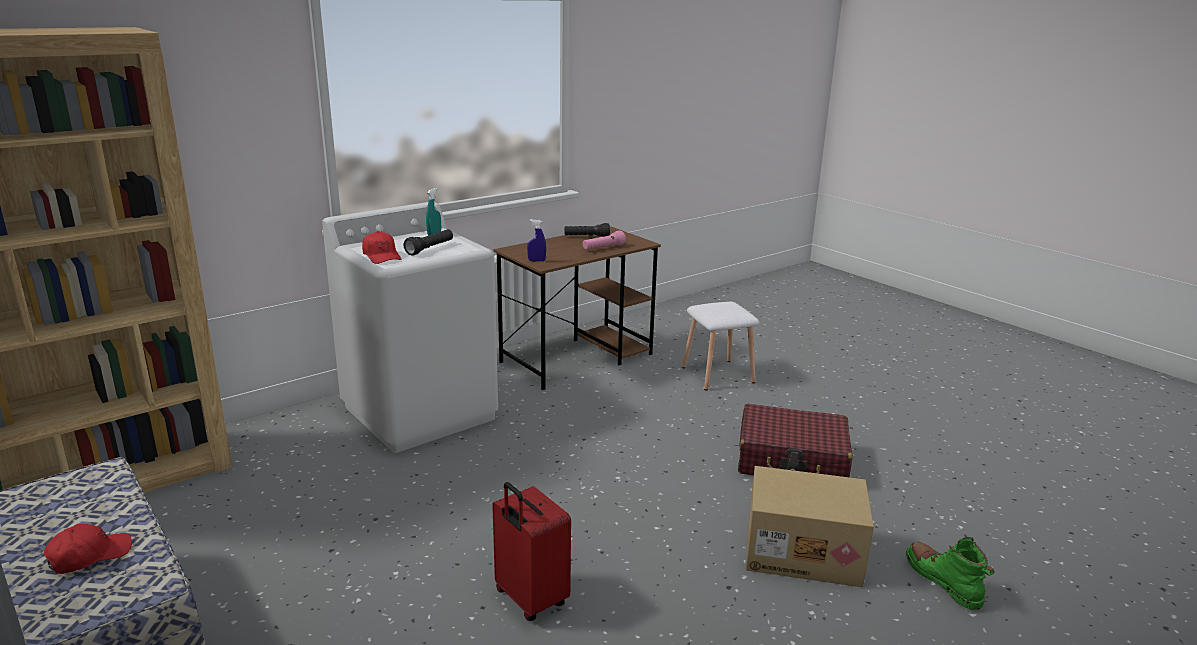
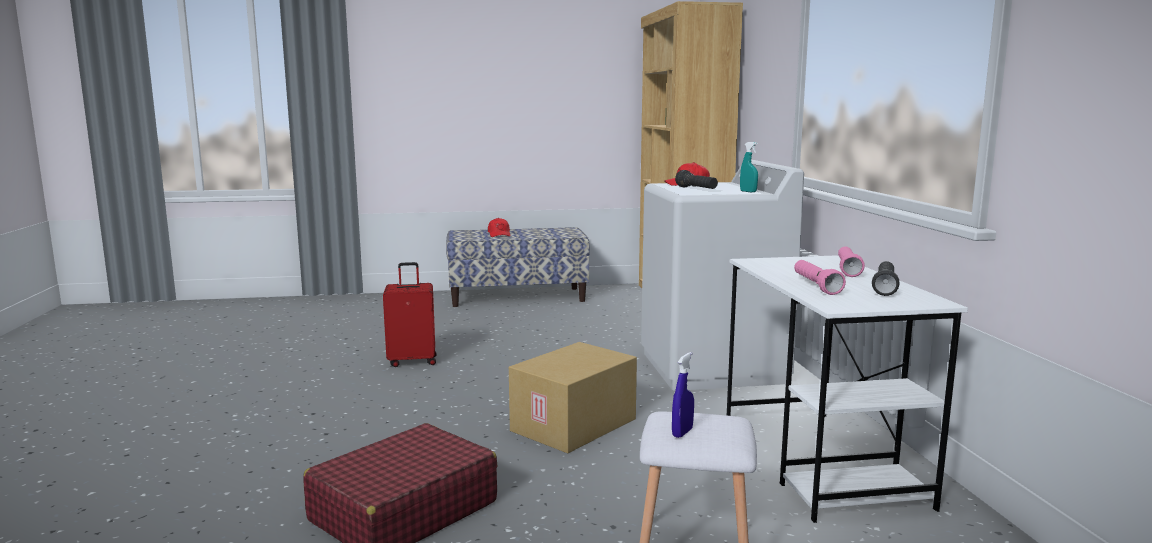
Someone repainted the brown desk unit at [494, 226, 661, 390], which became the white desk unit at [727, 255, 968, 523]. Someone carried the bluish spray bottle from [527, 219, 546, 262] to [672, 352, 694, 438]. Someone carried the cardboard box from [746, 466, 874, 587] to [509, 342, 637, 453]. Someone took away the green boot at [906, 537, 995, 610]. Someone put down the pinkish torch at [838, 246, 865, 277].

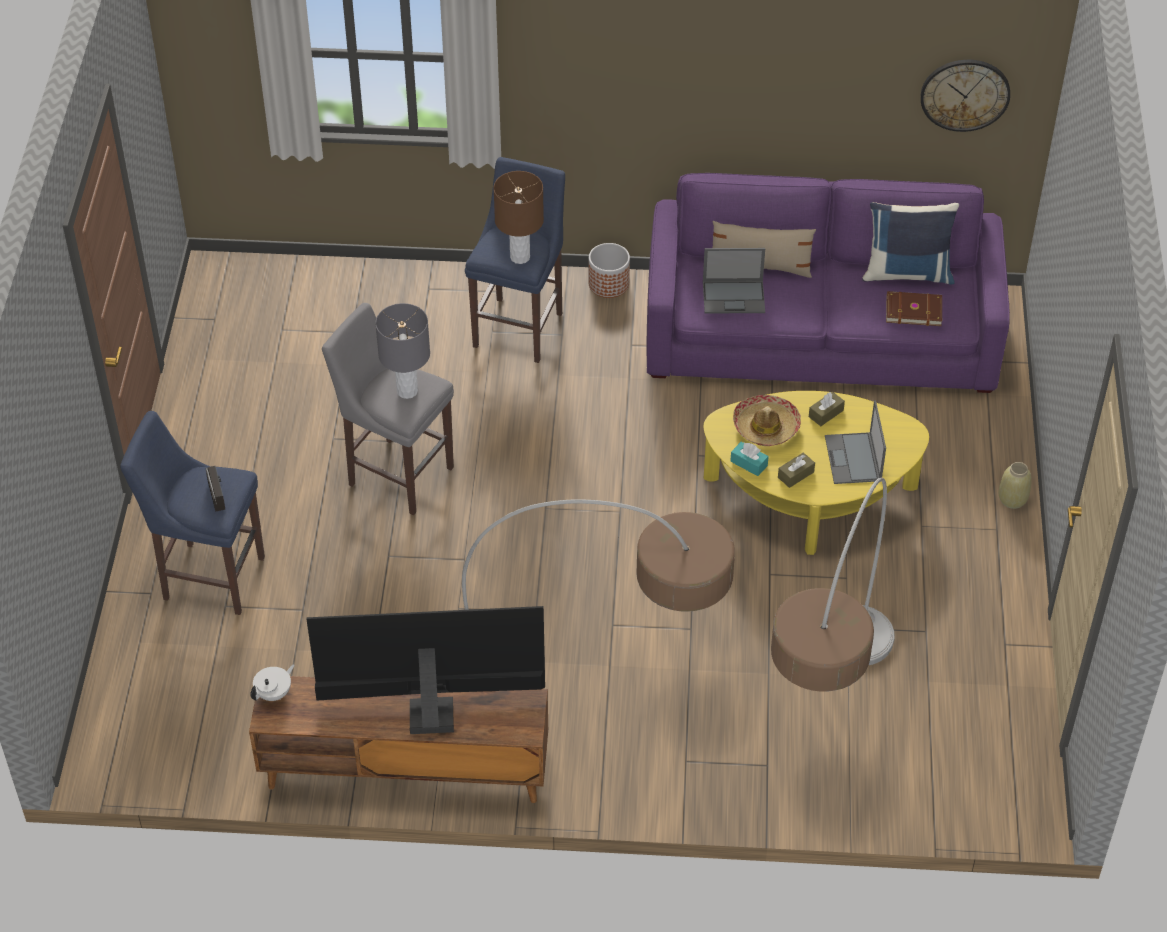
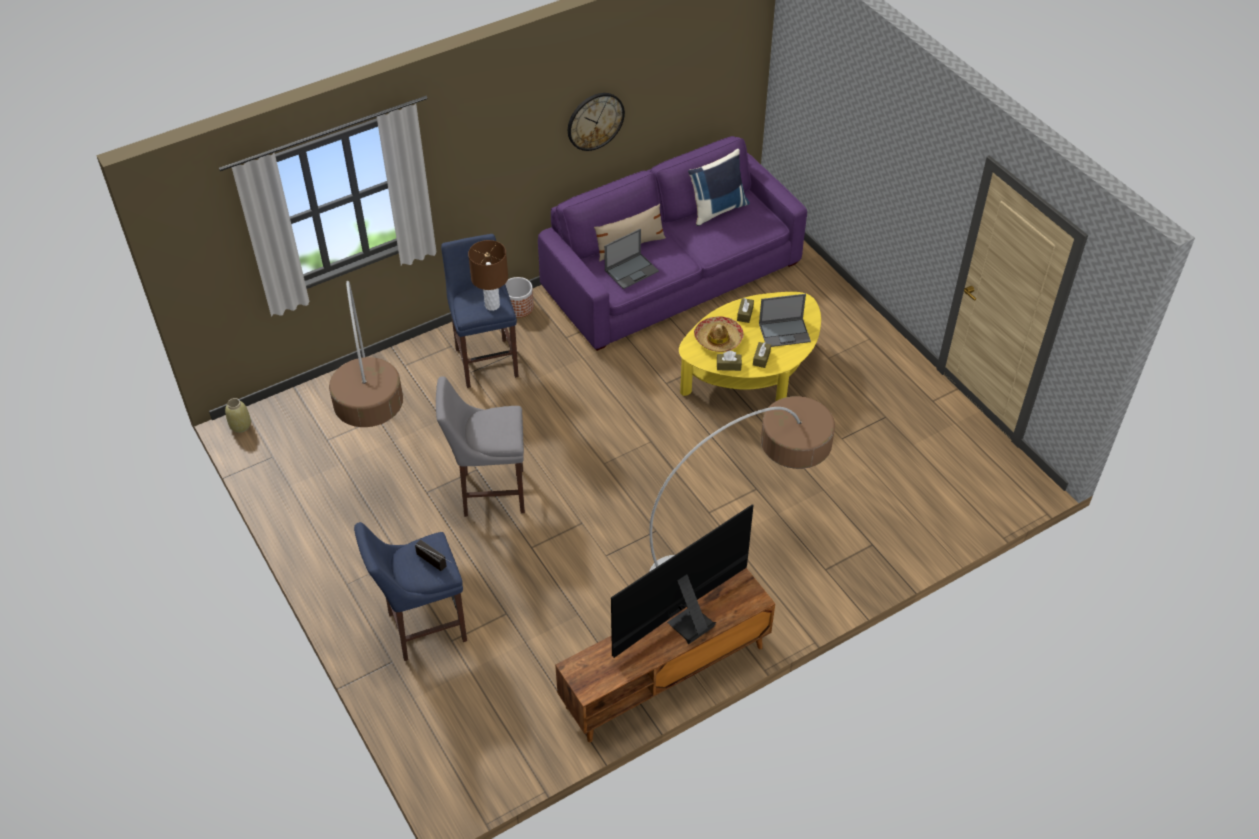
Someone took away the white teapot at [250, 665, 295, 701]. Someone took away the grey table lamp at [375, 303, 430, 399]. Someone repainted the turquoise-coloured tissue holder at [730, 442, 769, 476], which became the brown tissue holder at [717, 351, 742, 371]. Someone carried the floor lamp from [771, 478, 895, 692] to [329, 281, 403, 427]. Someone rotated the laptop at [825, 400, 886, 484] by 60 degrees counterclockwise. Someone took away the brown volume at [886, 291, 942, 326]. Someone carried the clock on the wall from [921, 60, 1010, 132] to [568, 93, 625, 151]. Someone carried the beige vase from [999, 462, 1032, 509] to [225, 398, 251, 433].

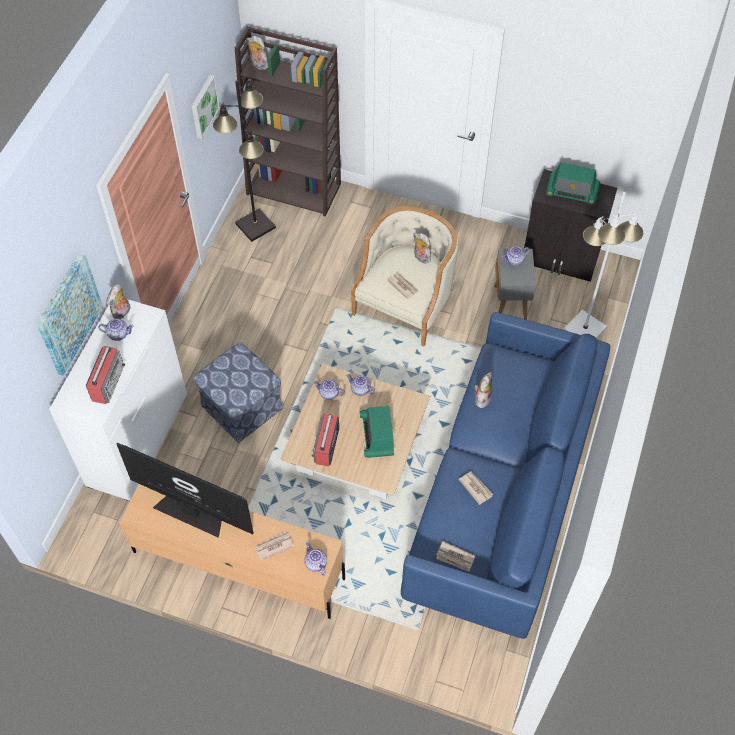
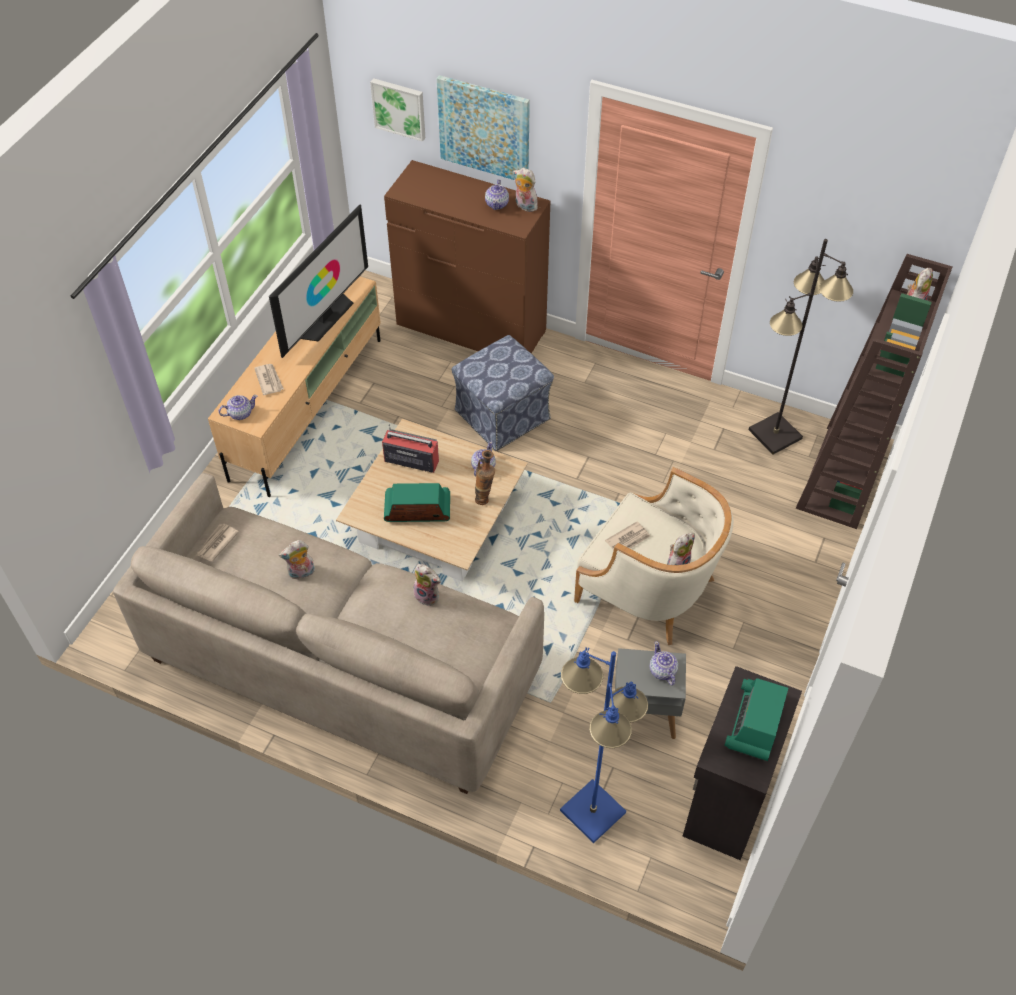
Someone repainted the white dresser at [49, 299, 187, 501], which became the brown dresser at [384, 160, 550, 354]. Someone took away the radio at [86, 346, 125, 404]. Someone carried the wall art from [192, 75, 220, 139] to [370, 78, 425, 142]. Someone swapped the teapot at [346, 374, 375, 396] for the vase at [475, 450, 495, 505]. Someone repainted the bluish couch at [401, 312, 610, 639], which became the beige couch at [113, 473, 544, 794]. Someone swapped the printed paper at [459, 471, 493, 505] for the plush toy at [279, 540, 315, 580]. Someone repainted the white floor lamp at [564, 192, 644, 339], which became the bluish floor lamp at [560, 647, 648, 843].

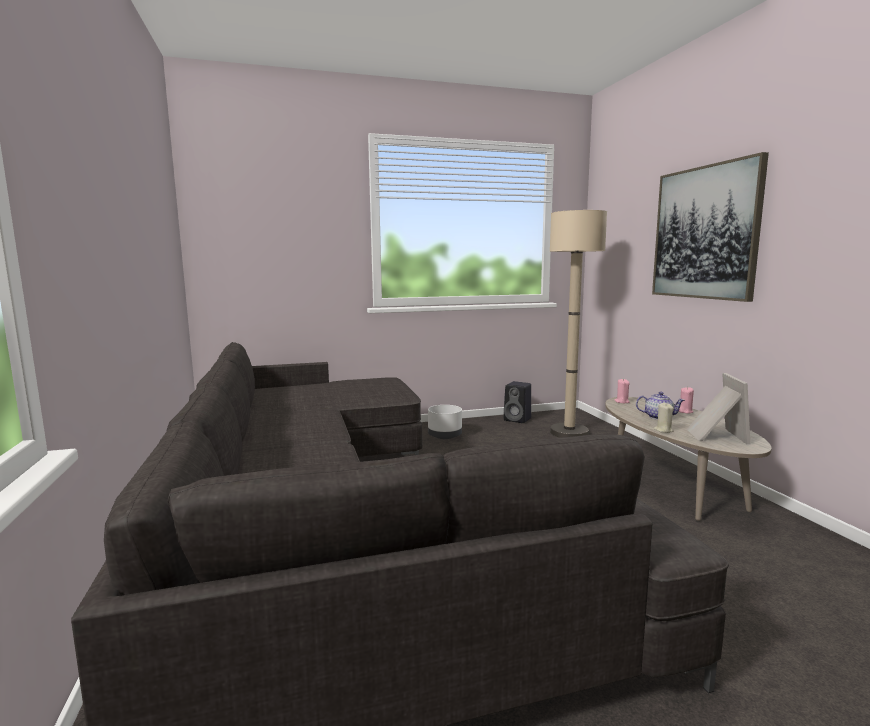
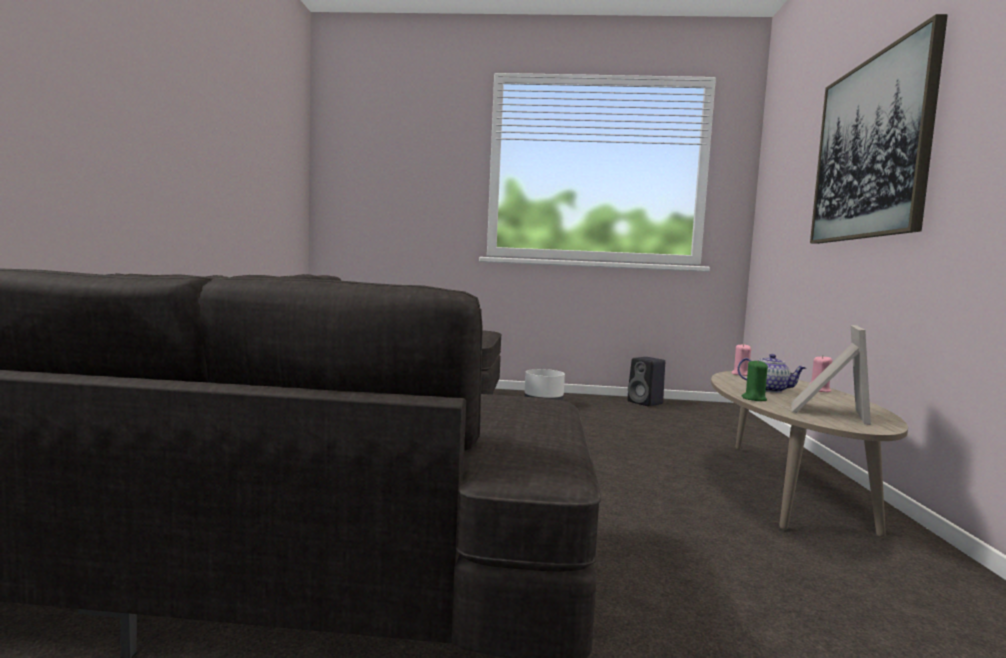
Someone took away the beige floor lamp at [550, 210, 607, 438]. Someone repainted the beige wax candle at [654, 403, 674, 433], which became the green wax candle at [742, 360, 768, 401].

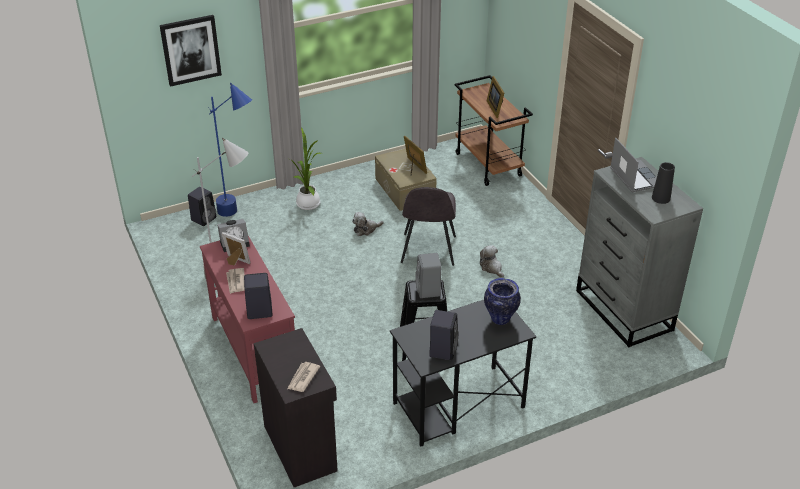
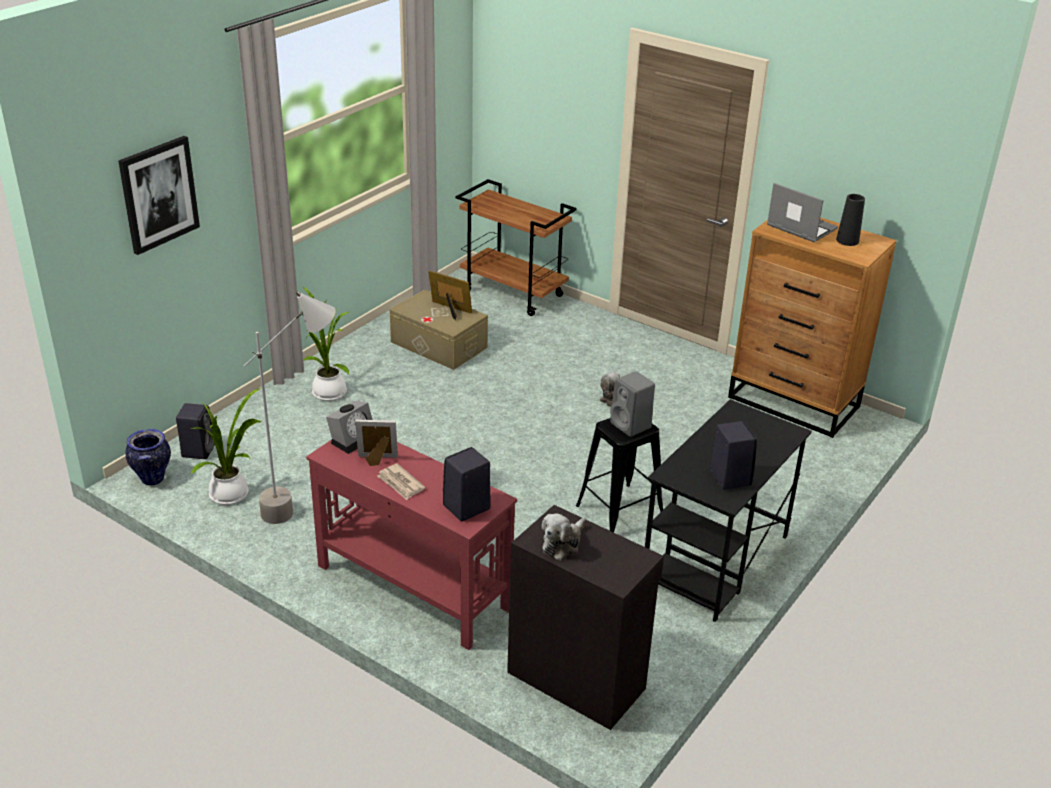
Someone took away the bluish floor lamp at [208, 83, 252, 217]. Someone took away the printed paper at [287, 362, 320, 392]. Someone carried the plush toy from [352, 212, 384, 236] to [541, 514, 586, 561]. Someone took away the grey upright chair at [401, 187, 456, 266]. Someone carried the vase from [484, 278, 521, 325] to [125, 429, 171, 485]. Someone took away the picture frame at [486, 76, 504, 118]. Someone repainted the grey dresser at [576, 157, 703, 348], which became the brown dresser at [728, 218, 896, 438]. Someone put down the plant in a pot at [190, 388, 261, 505].

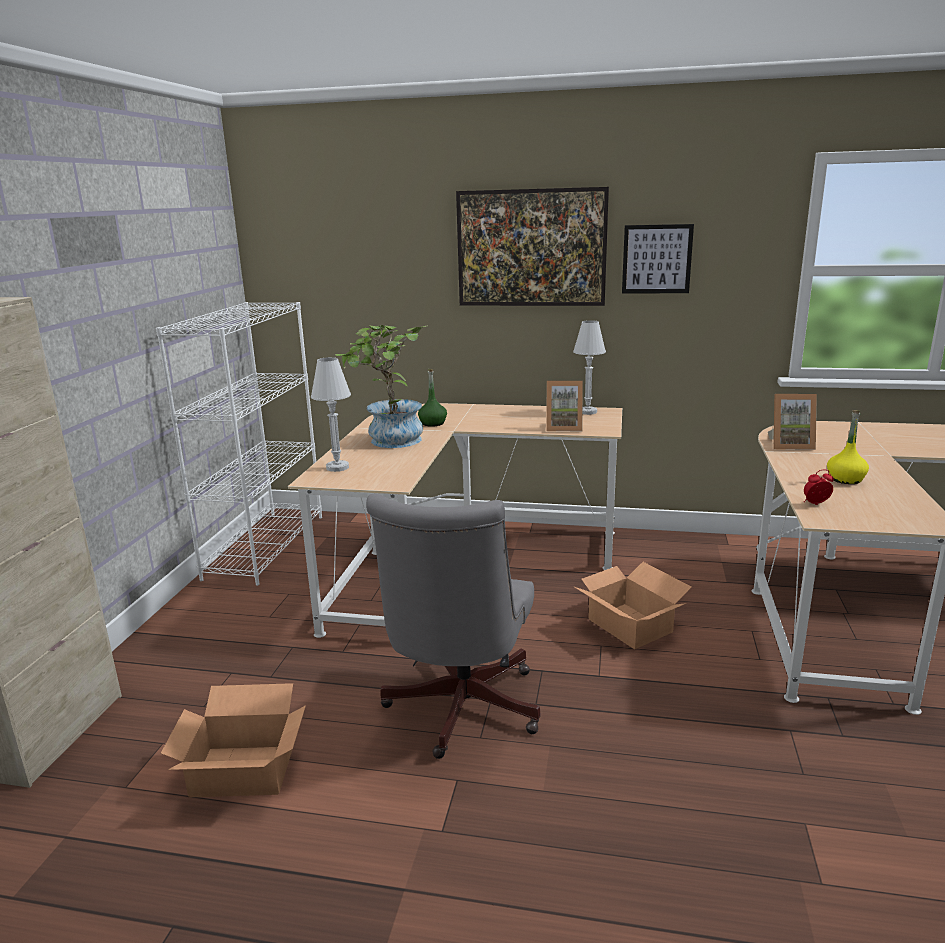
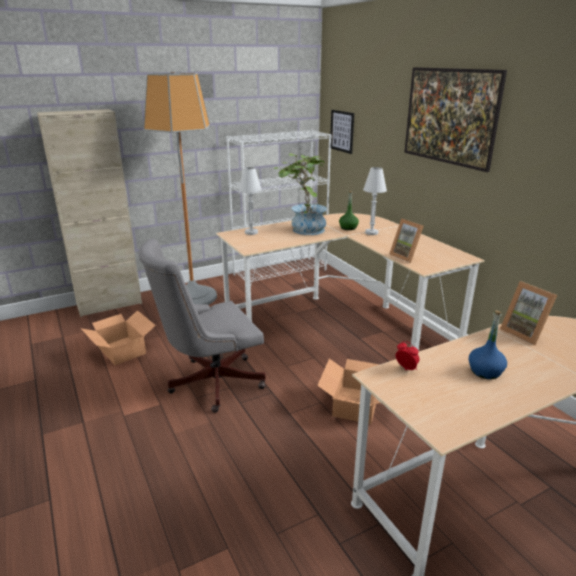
Someone carried the white table lamp from [573, 320, 606, 415] to [363, 167, 387, 235]. Someone carried the wall art from [622, 224, 694, 293] to [331, 110, 354, 154]. Someone repainted the yellow beverage bottle at [827, 410, 869, 484], which became the bluish beverage bottle at [469, 310, 507, 379]. Someone put down the floor lamp at [143, 72, 217, 305].

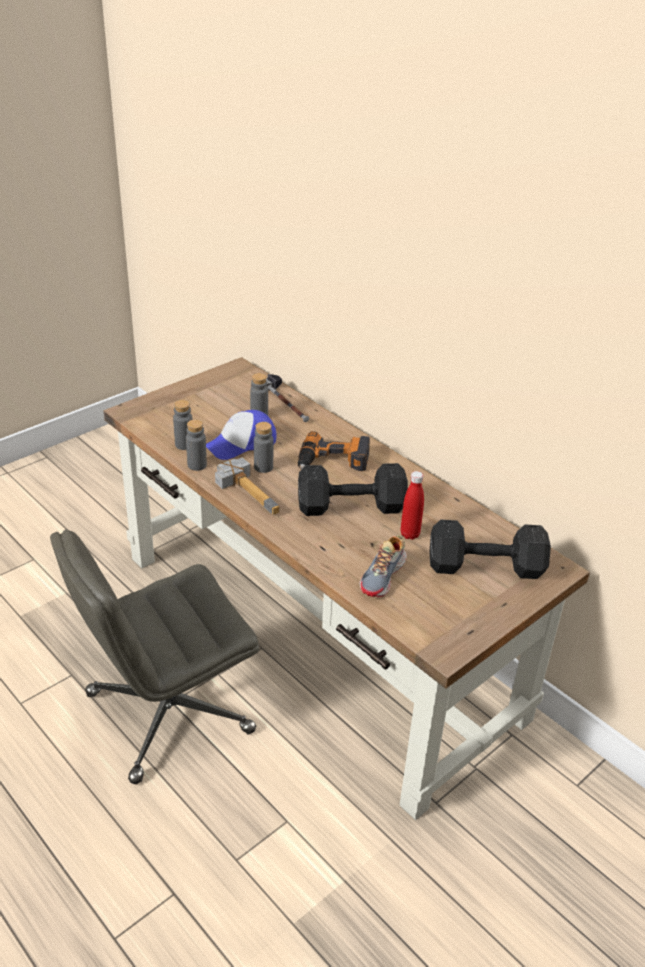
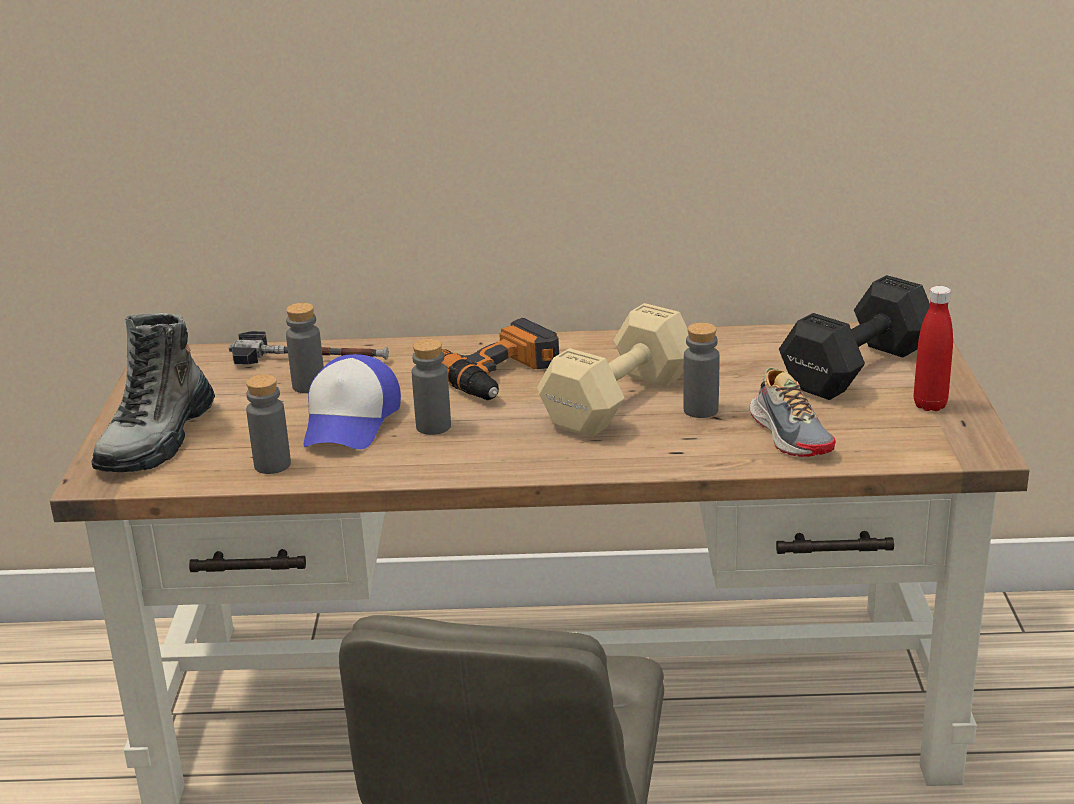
Someone carried the grey beverage bottle from [186, 420, 207, 471] to [683, 323, 720, 418]. Someone took away the hammer at [215, 457, 280, 515]. Someone repainted the black-coloured dumbbell at [298, 463, 408, 516], which became the beige dumbbell at [537, 303, 689, 438]. Someone carried the reddish beverage bottle from [401, 471, 424, 540] to [914, 286, 953, 411]. Someone put down the boot at [92, 312, 215, 472].

